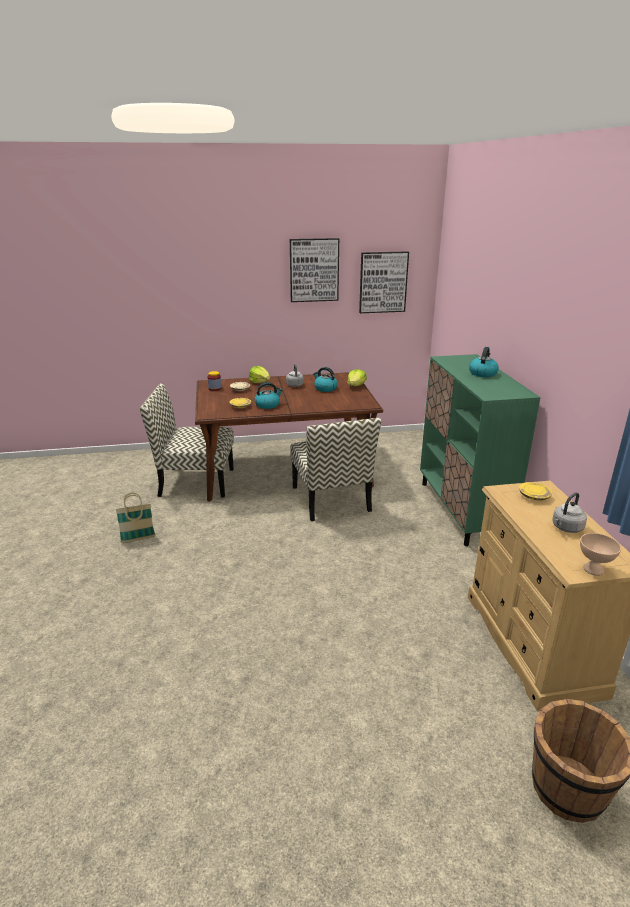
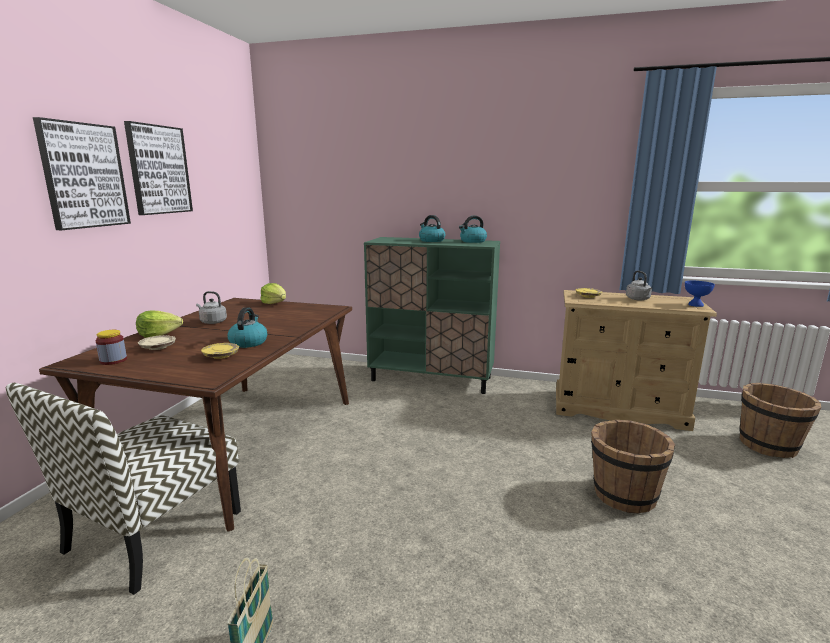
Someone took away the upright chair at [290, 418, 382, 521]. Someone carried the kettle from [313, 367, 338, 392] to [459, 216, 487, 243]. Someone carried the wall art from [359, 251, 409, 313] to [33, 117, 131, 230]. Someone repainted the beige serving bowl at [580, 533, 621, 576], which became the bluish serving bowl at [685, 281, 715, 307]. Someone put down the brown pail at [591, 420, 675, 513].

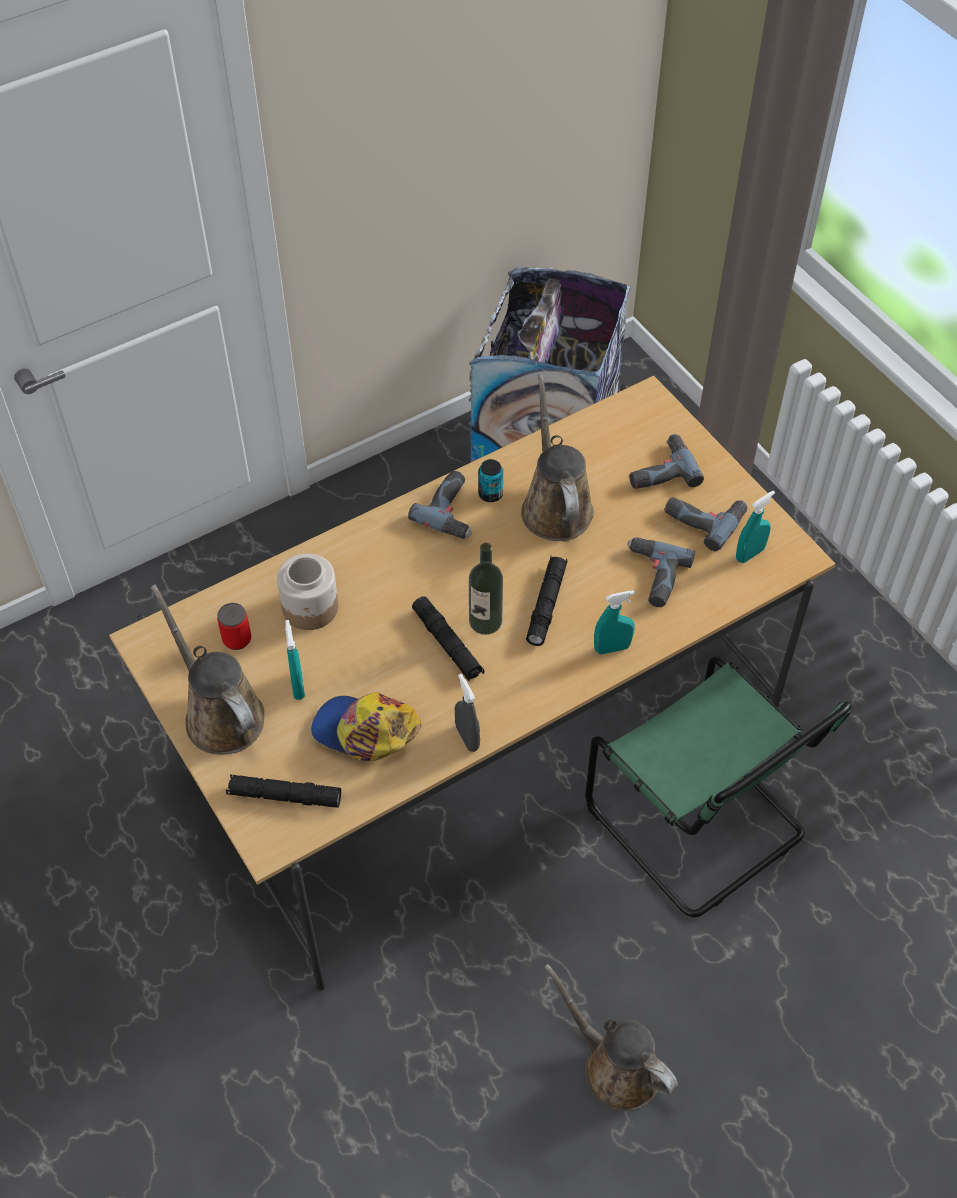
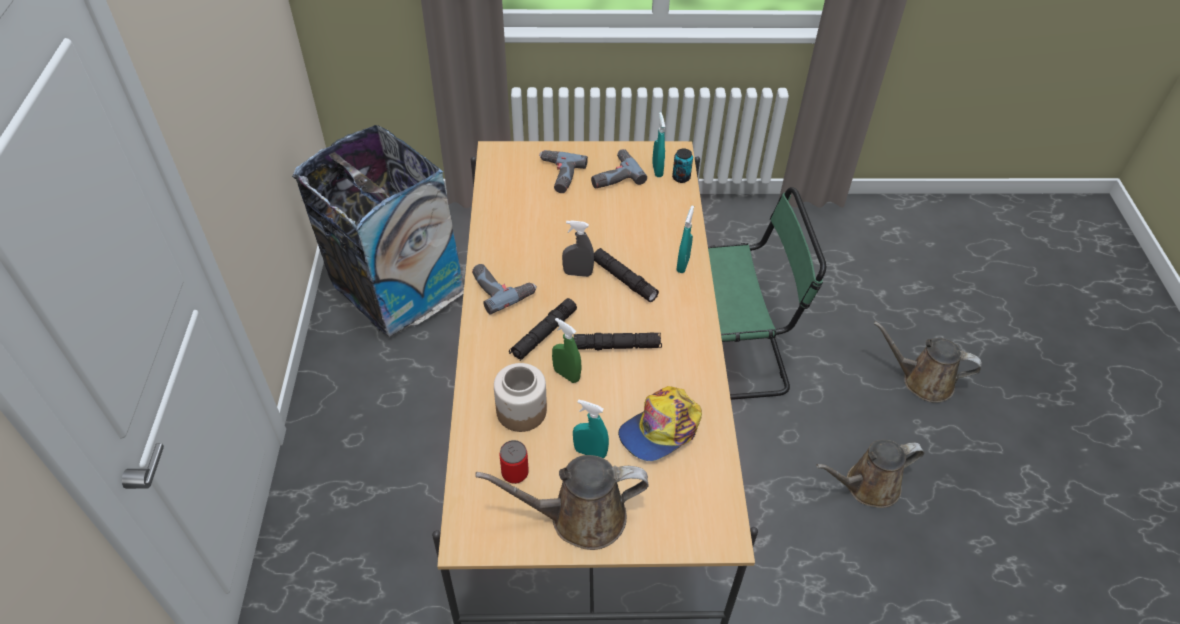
Someone carried the black-coloured torch from [226, 774, 341, 808] to [509, 298, 577, 361]. Someone carried the grey spray bottle from [455, 674, 480, 752] to [562, 220, 594, 277]. Someone took away the beverage bottle at [469, 543, 503, 635]. Someone carried the metal can from [478, 459, 503, 502] to [672, 149, 693, 183]. Someone carried the brown watering pot from [521, 374, 594, 541] to [874, 321, 982, 403]. Someone took away the drill at [627, 537, 695, 607]. Someone put down the green spray bottle at [552, 318, 582, 383].

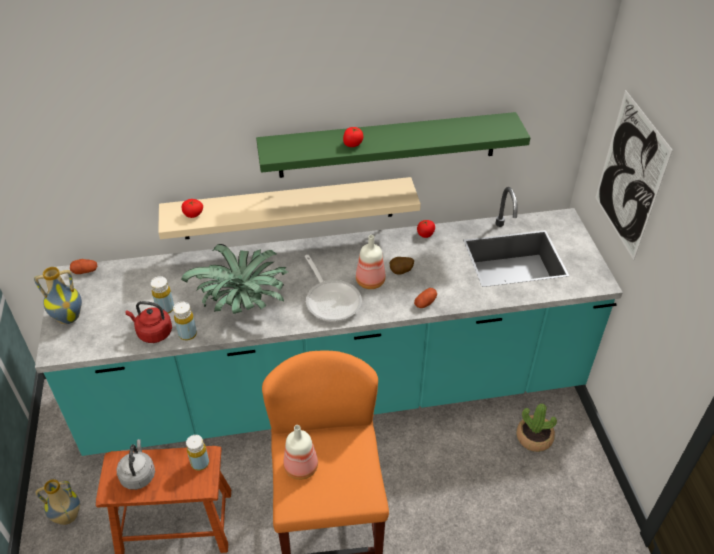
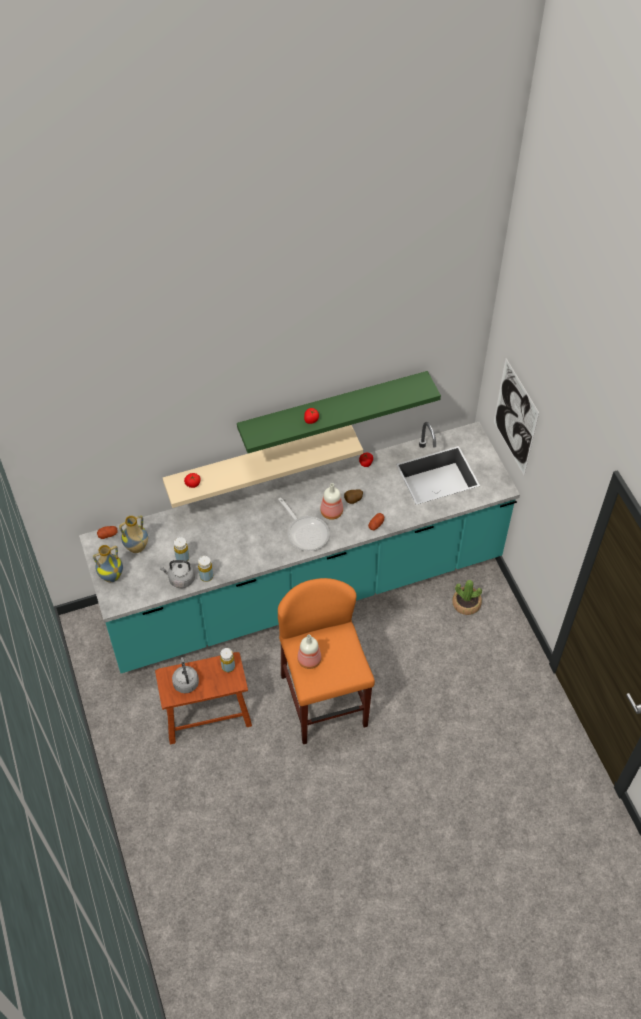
Someone carried the vase from [35, 479, 80, 525] to [119, 515, 148, 553]. Someone repainted the reddish kettle at [125, 301, 172, 343], which became the grey kettle at [160, 560, 195, 588]. Someone took away the plant in a pot at [181, 244, 288, 314].

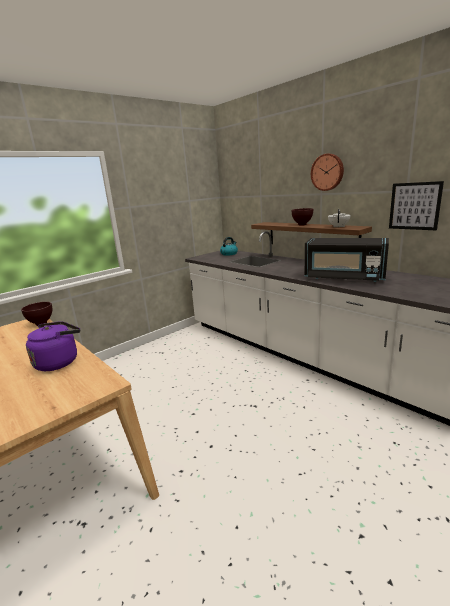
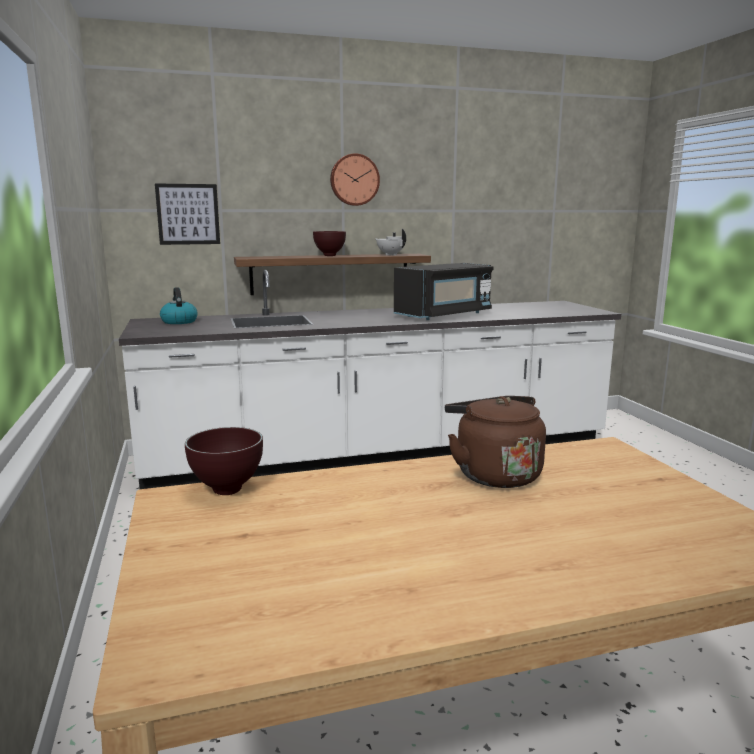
Someone repainted the purplish kettle at [26, 321, 80, 371], which became the brown kettle at [445, 396, 546, 488]. Someone carried the wall art from [389, 181, 444, 230] to [155, 184, 220, 245].

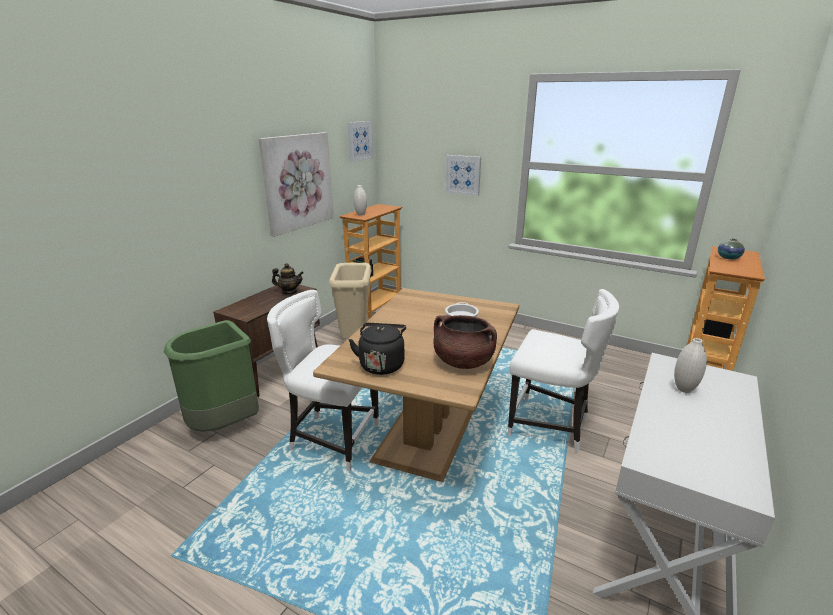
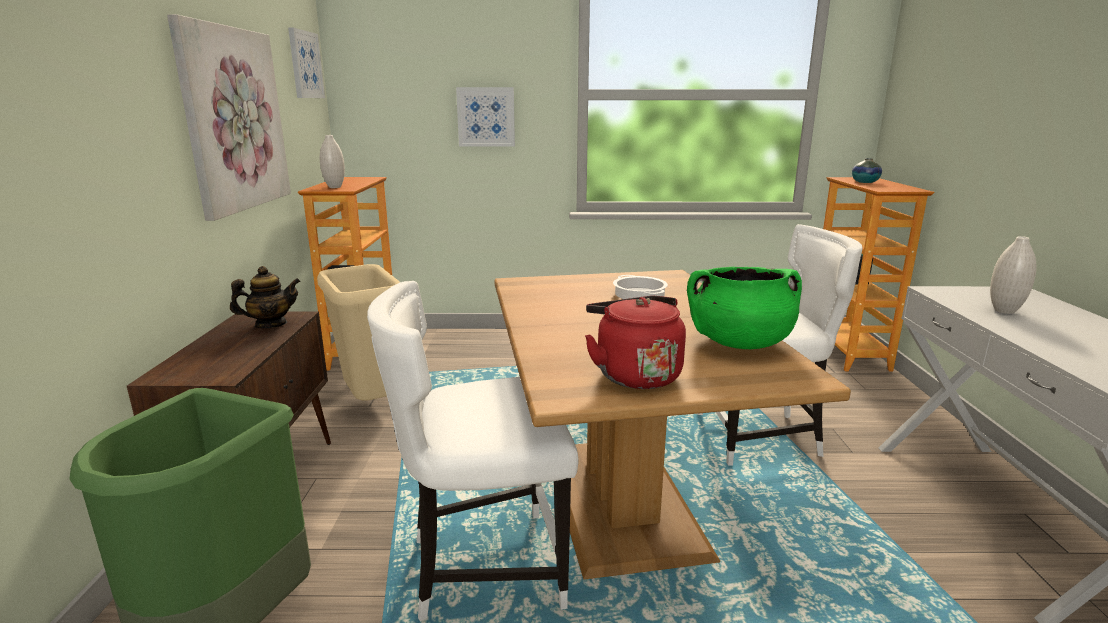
Someone repainted the black-coloured kettle at [349, 323, 406, 375], which became the reddish kettle at [585, 296, 686, 389]. Someone repainted the brown cooking pot at [433, 315, 497, 369], which became the green cooking pot at [687, 267, 802, 349].

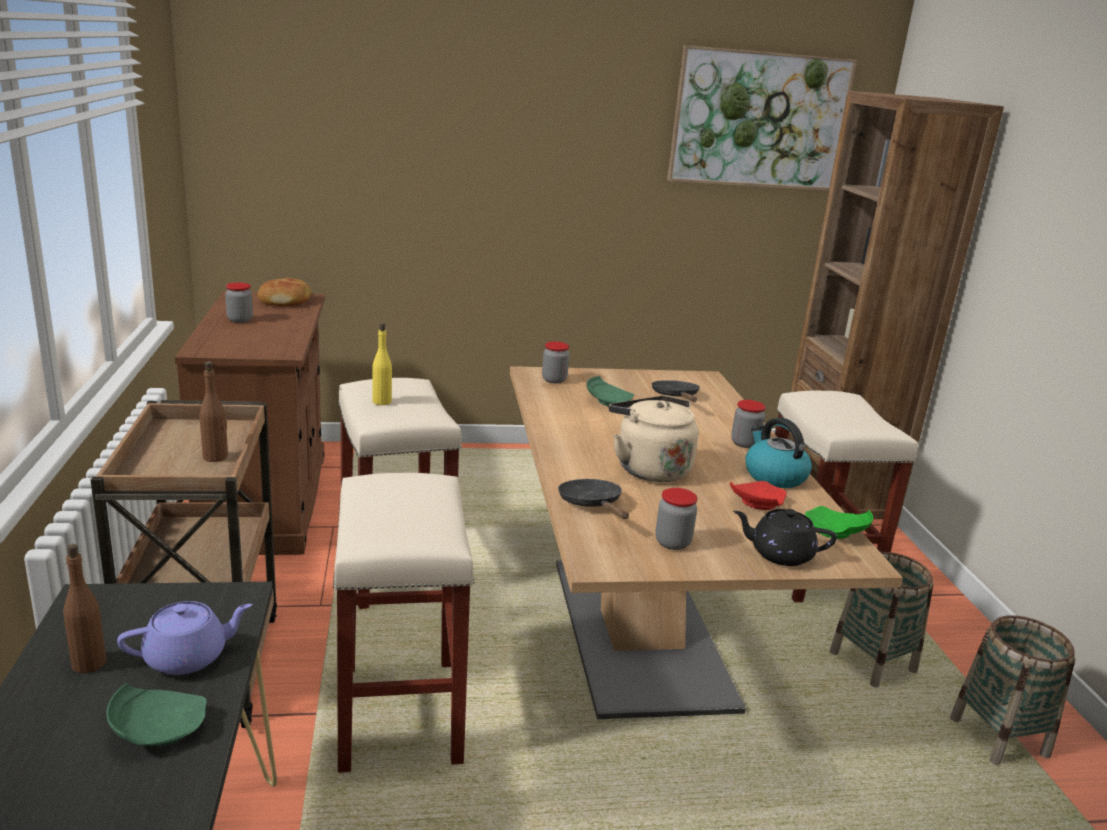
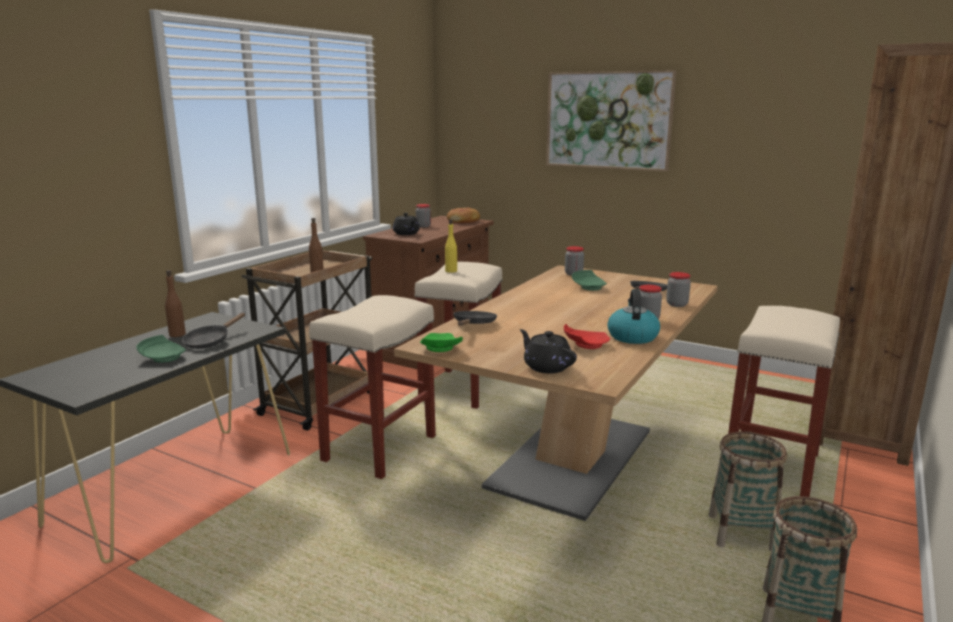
Someone swapped the purplish teapot at [117, 601, 252, 675] for the black-coloured pan at [182, 313, 245, 349]. Someone took away the beige kettle at [609, 396, 699, 482]. Someone carried the storage jar from [655, 488, 698, 550] to [666, 272, 691, 307]. Someone carried the wall art from [667, 45, 857, 191] to [546, 70, 677, 171]. Someone carried the green dinner plate from [805, 506, 873, 539] to [420, 333, 463, 352]. Someone put down the black-coloured teapot at [393, 213, 420, 235].

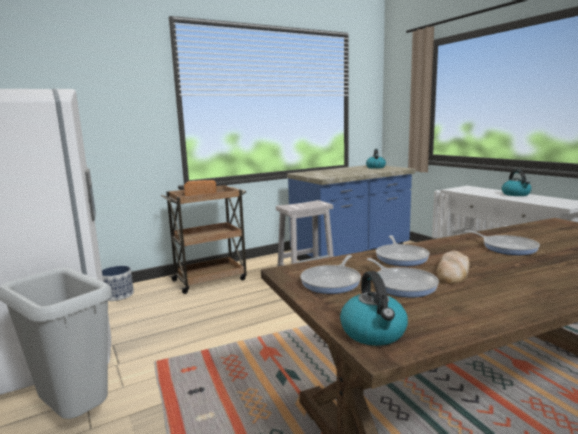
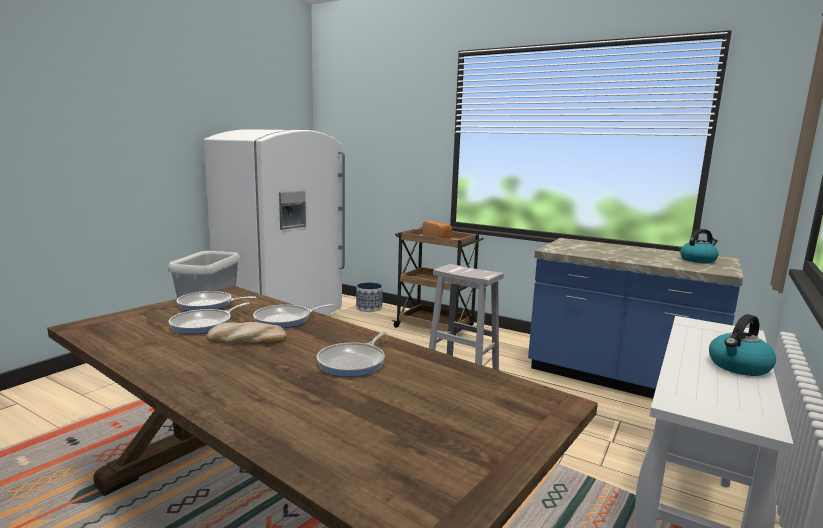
Someone took away the kettle at [340, 271, 408, 346].

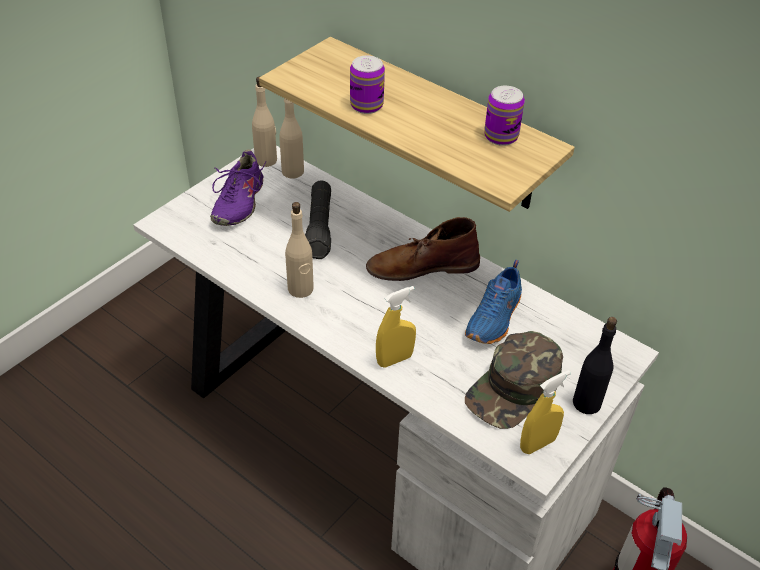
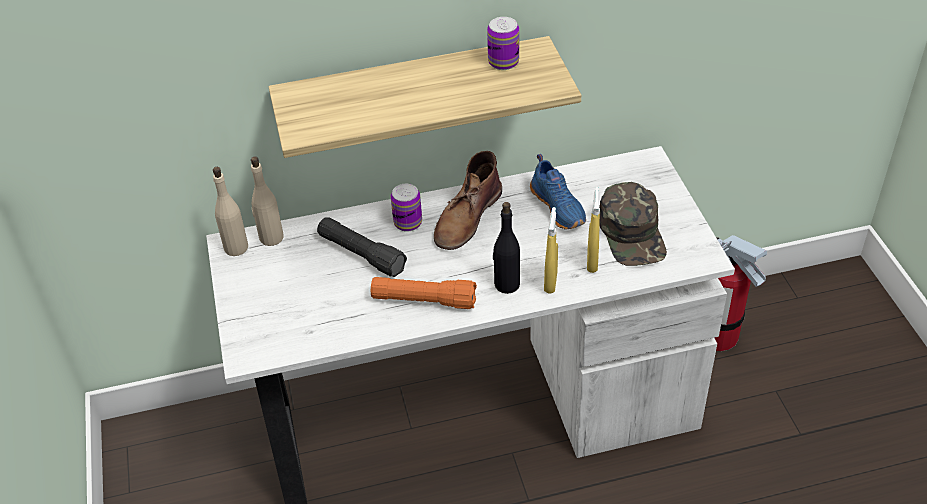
Someone took away the purplish item of footwear at [210, 150, 267, 226]. Someone swapped the beige beverage bottle at [285, 202, 314, 298] for the orange-coloured torch at [371, 277, 477, 309]. Someone carried the metal can from [350, 55, 385, 114] to [391, 184, 422, 232]. Someone carried the yellow spray bottle from [520, 370, 571, 454] to [587, 187, 600, 273]. Someone carried the black-coloured beverage bottle from [573, 317, 617, 414] to [493, 202, 520, 294].

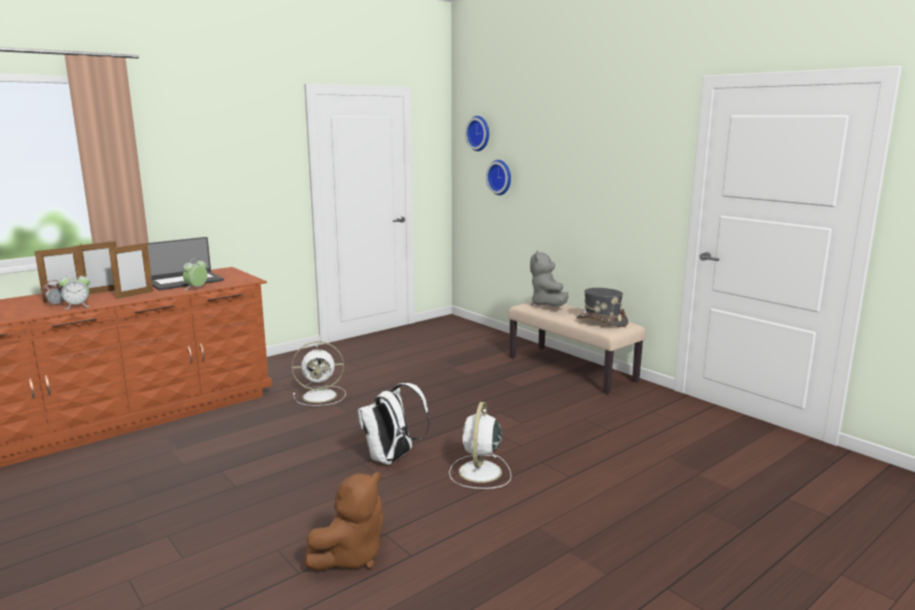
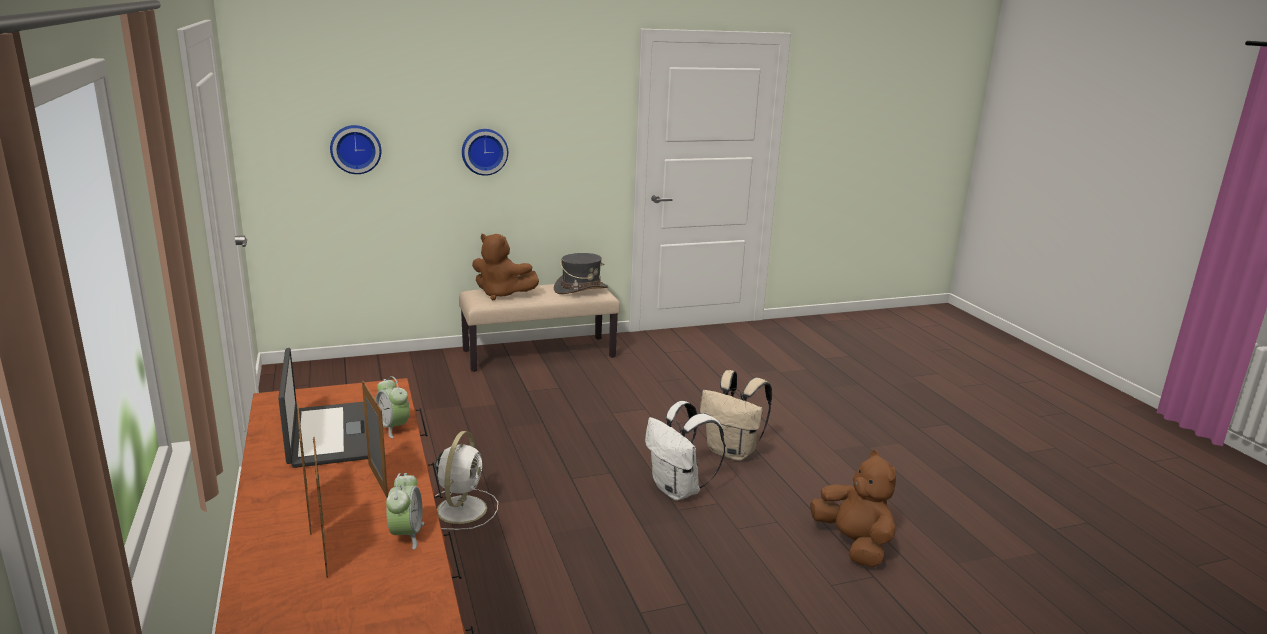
Someone took away the alarm clock at [43, 280, 64, 307]. Someone swapped the white fan at [449, 402, 511, 489] for the beige backpack at [700, 370, 772, 461]. Someone carried the clock on the wall from [465, 116, 489, 151] to [462, 129, 508, 176]. Someone repainted the grey plush toy at [530, 251, 569, 307], which became the brown plush toy at [472, 234, 539, 300].

